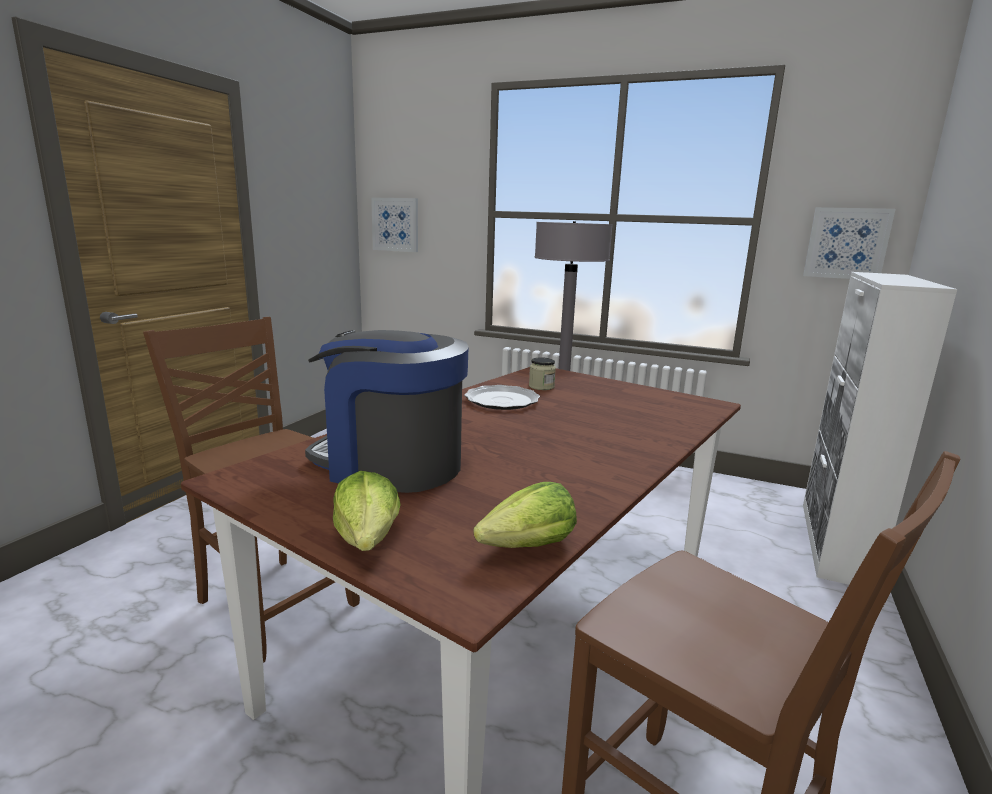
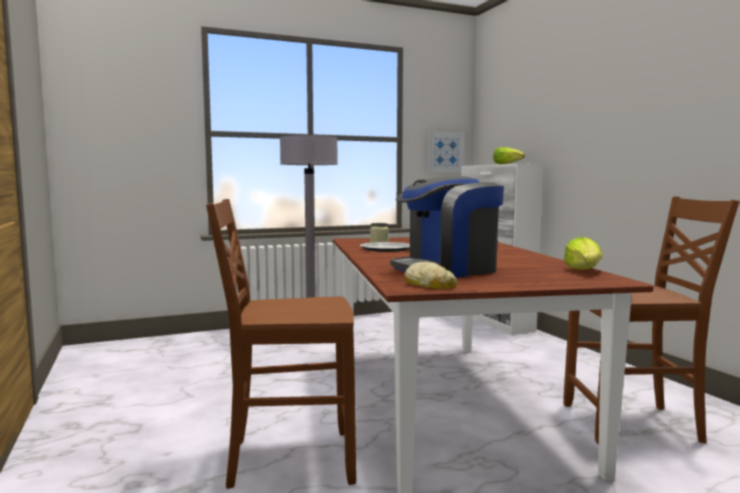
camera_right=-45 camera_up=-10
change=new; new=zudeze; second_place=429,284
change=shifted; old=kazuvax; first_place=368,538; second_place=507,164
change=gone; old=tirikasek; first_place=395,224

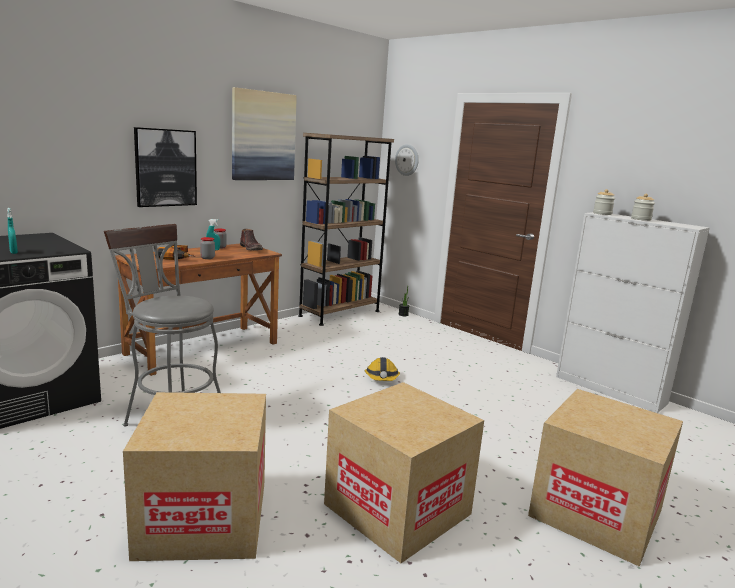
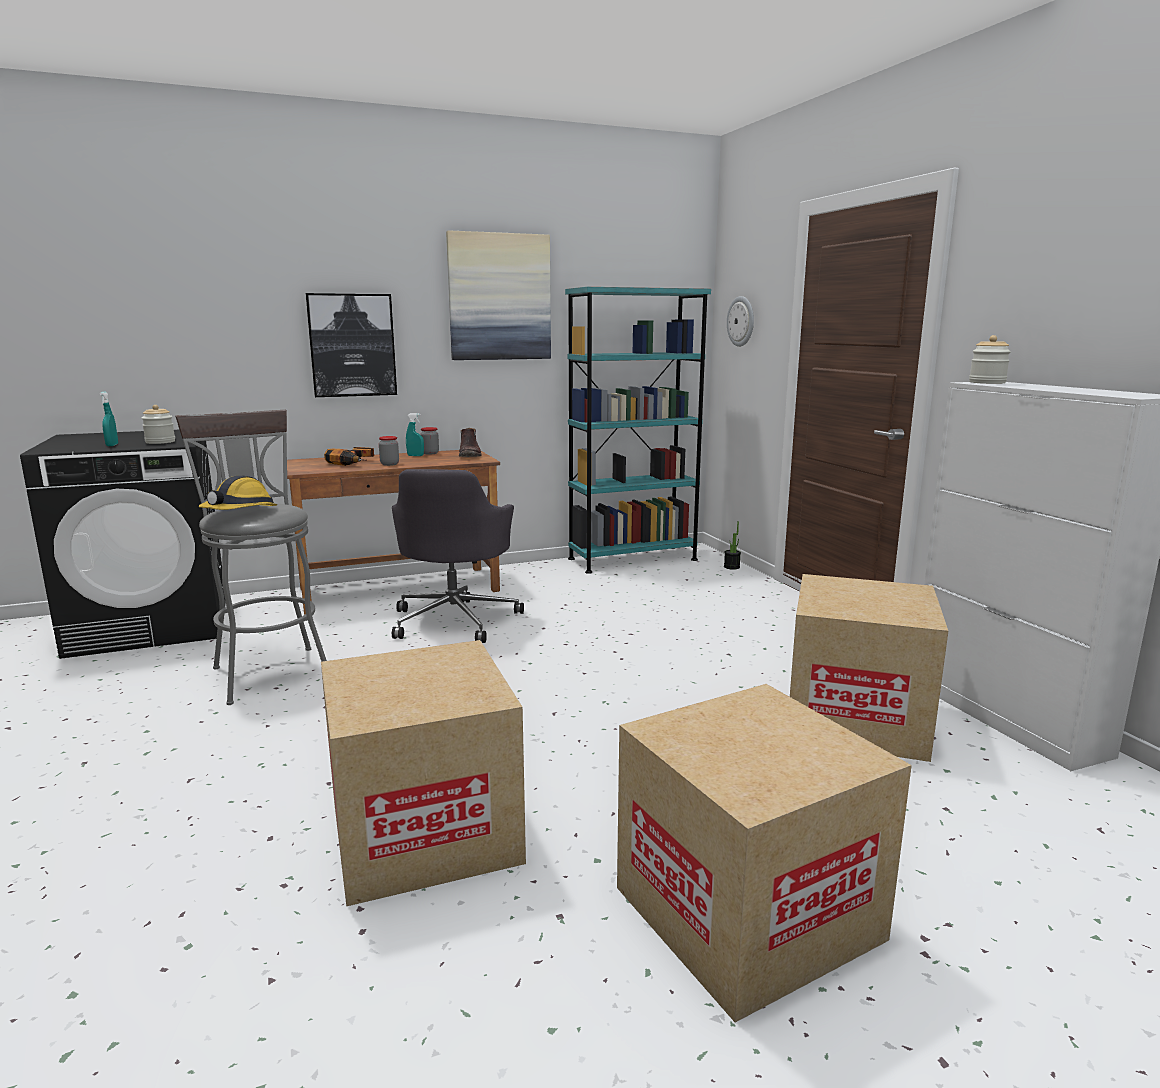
camera_right=25 camera_up=0
change=shifted; old=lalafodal; first_place=641,219; second_place=160,442
change=shifted; old=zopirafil; first_place=382,378; second_place=240,512
change=new; new=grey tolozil; second_place=455,620
change=repainted; old=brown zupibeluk; new=turquoise zupibeluk; first_place=340,313; second_place=632,559
change=shifted; old=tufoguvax; first_place=204,519; second_place=855,719

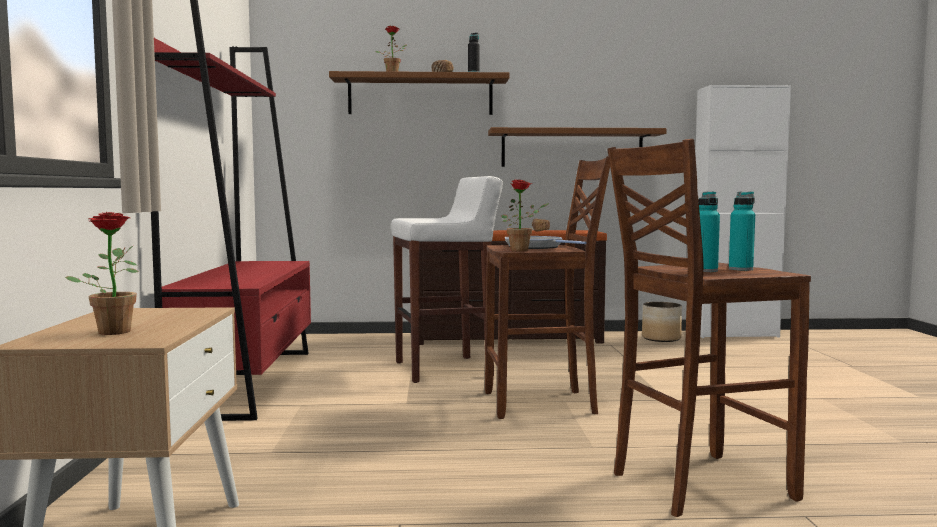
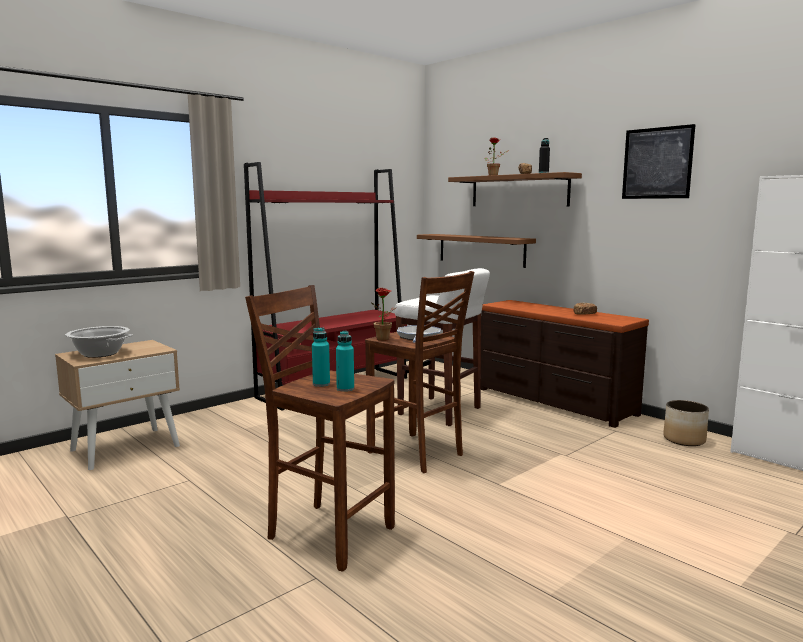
camera_right=50 camera_up=5
change=swapped; old=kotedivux; new=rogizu; first_place=113,331; second_place=100,353
change=shifted; old=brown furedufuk; first_place=572,148; second_place=481,250
change=new; new=tirikasek; second_place=657,163

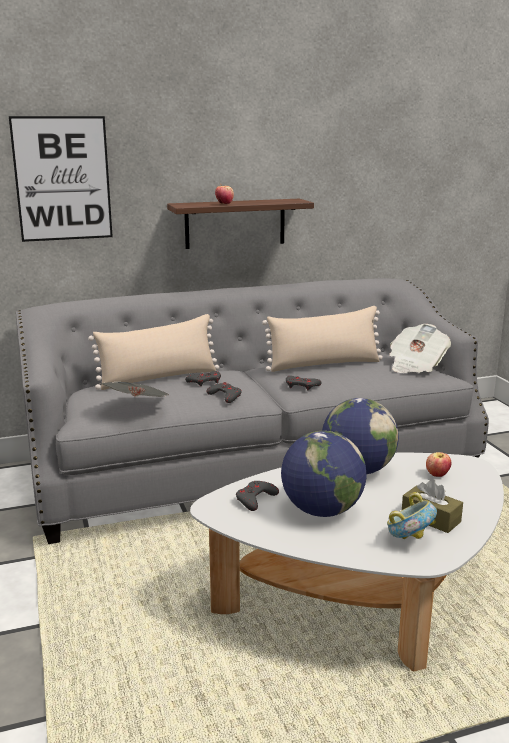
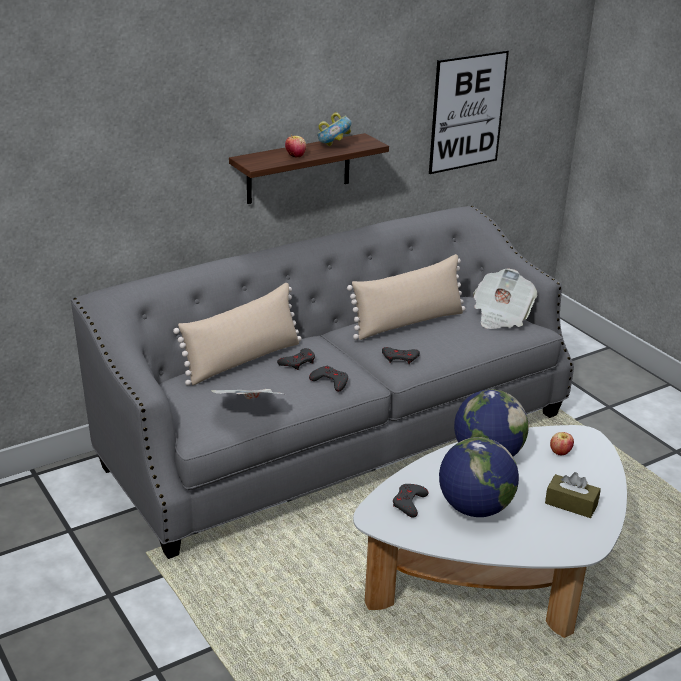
camera_right=-15 camera_up=10
change=shifted; old=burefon; first_place=409,540; second_place=333,146
change=shifted; old=tirikasek; first_place=62,179; second_place=467,112

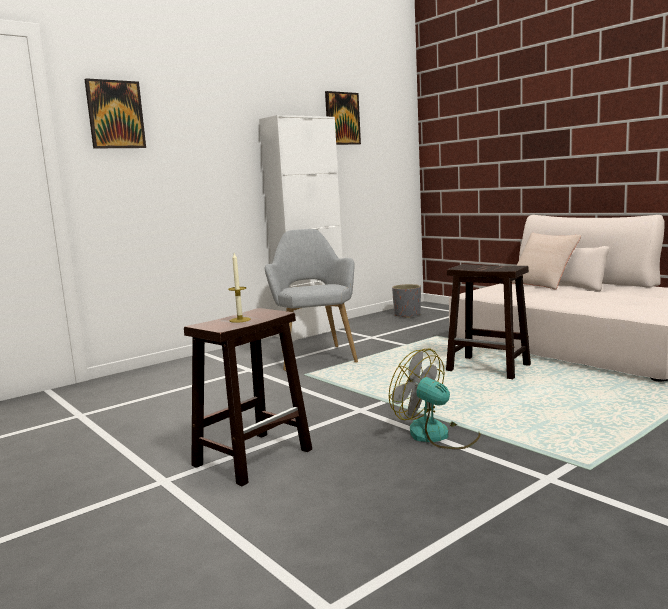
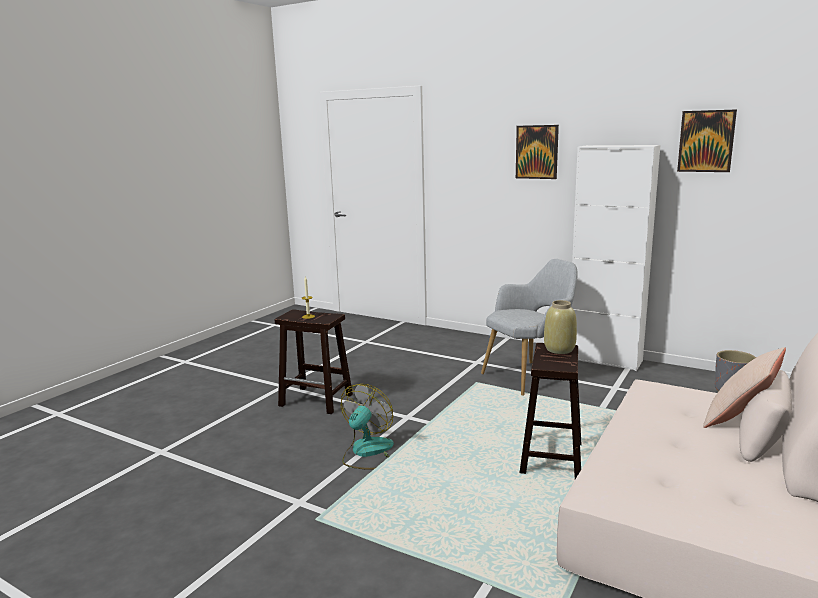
camera_right=70 camera_up=5
change=shifted; old=tirikasek; first_place=115,114; second_place=537,152
change=new; new=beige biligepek; second_place=560,350

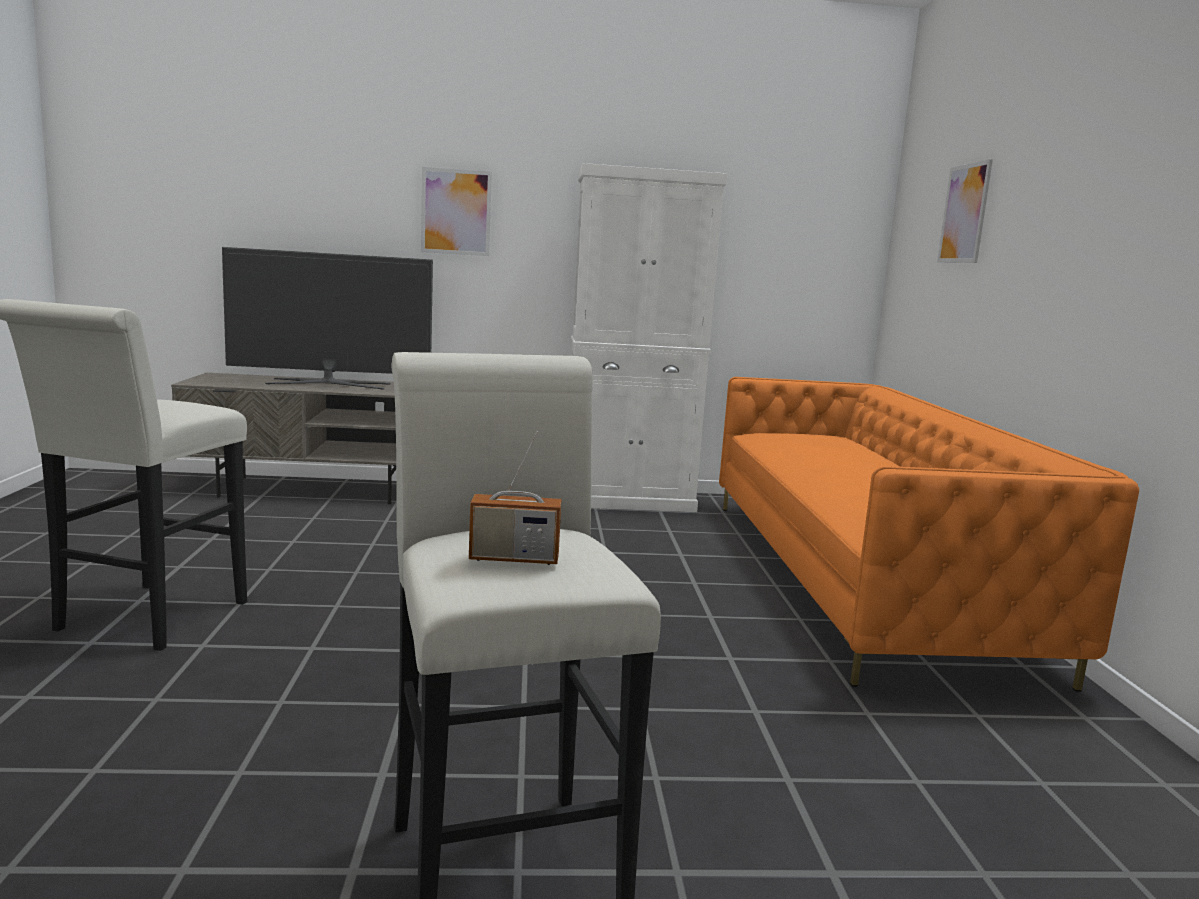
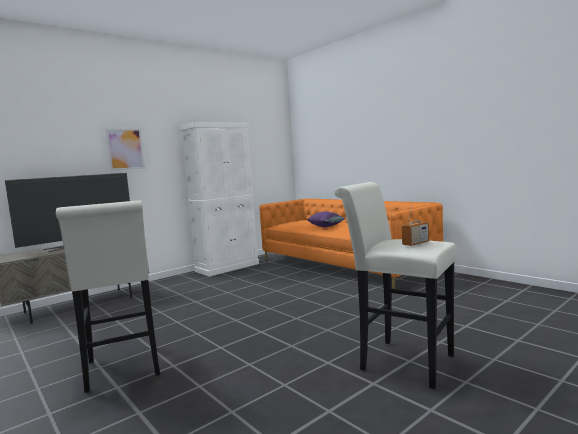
camera_right=-35 camera_up=-5
change=new; new=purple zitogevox; second_place=325,226
change=gone; old=tirikasek; first_place=964,213

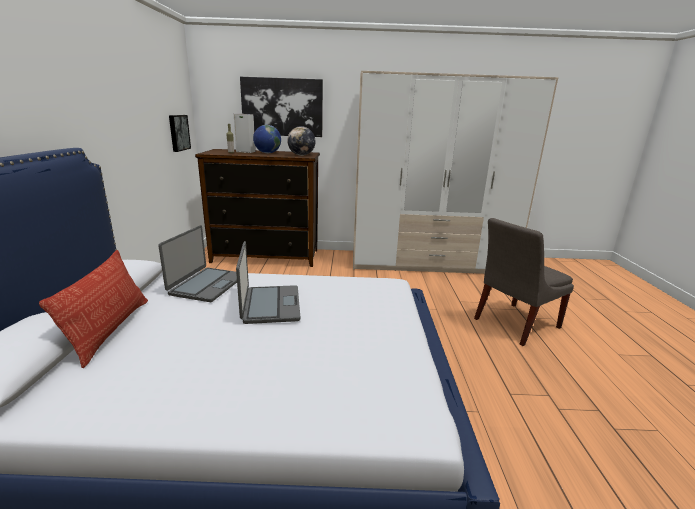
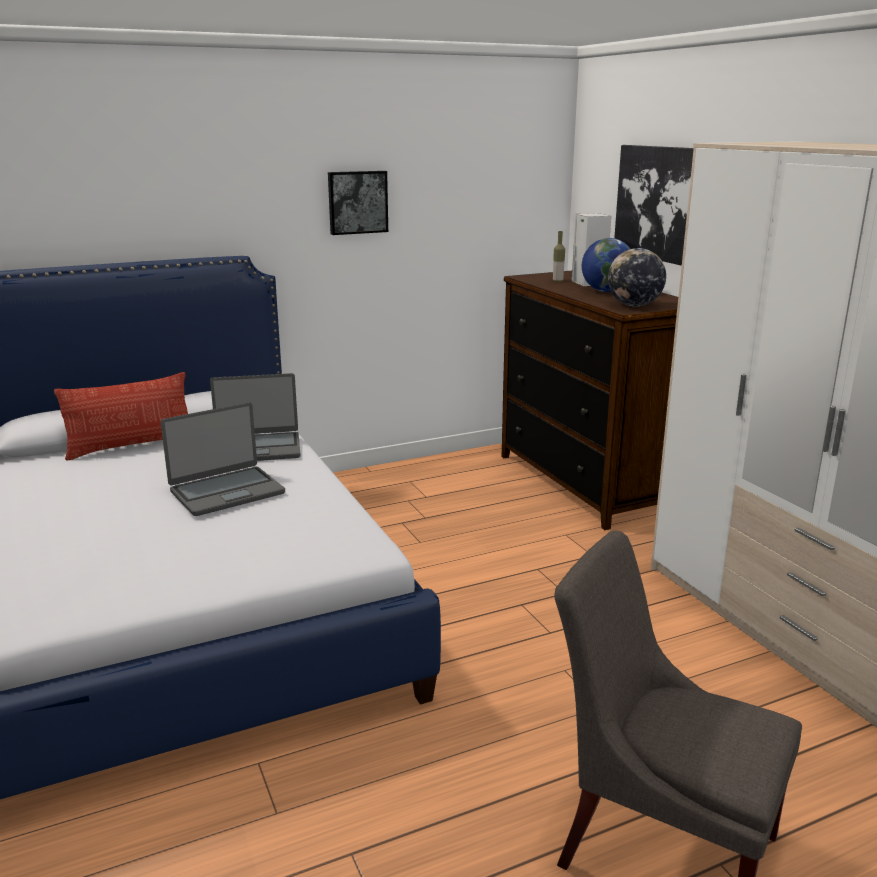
camera_right=65 camera_up=0
change=shifted; old=tirikasek; first_place=178,132; second_place=357,202

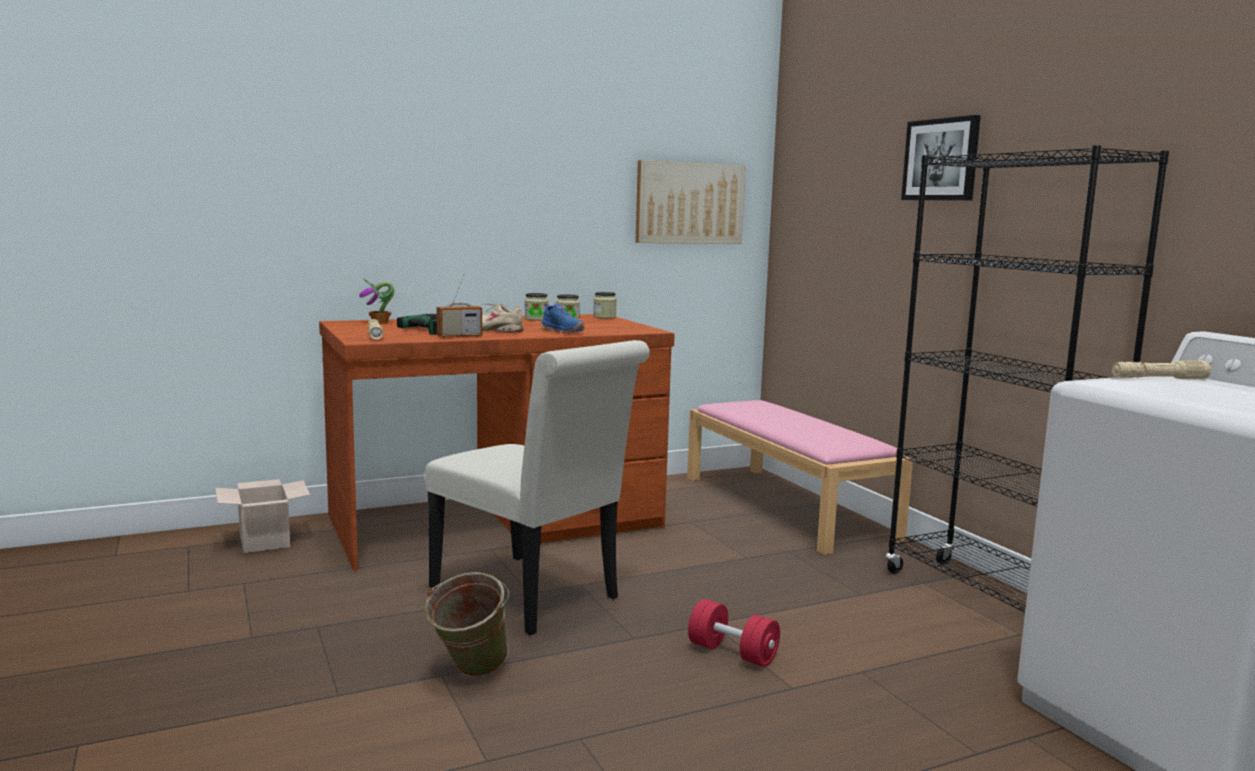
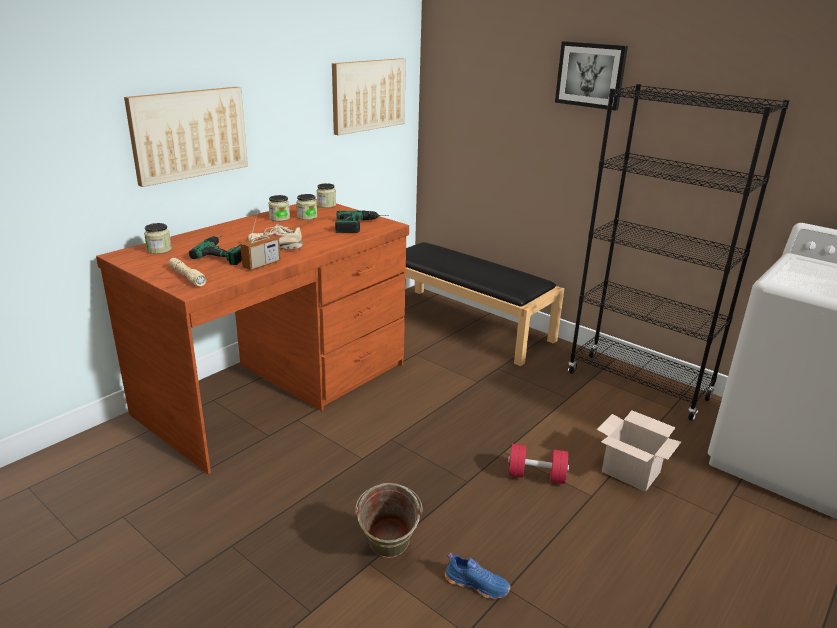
camera_right=-25 camera_up=15
change=new; new=tirikasek; second_place=189,134
change=swapped; old=kotedivux; new=lalafodal; first_place=380,323; second_place=159,250
change=new; new=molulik; second_place=362,225
change=repainted; old=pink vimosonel; new=black vimosonel; first_place=787,507; second_place=465,324
change=shifted; old=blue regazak; first_place=563,331; second_place=477,584
change=shifted; old=tufoguvax; first_place=266,541; second_place=632,472
change=gone; old=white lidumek; first_place=532,597
change=gone; old=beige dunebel; first_place=1159,379

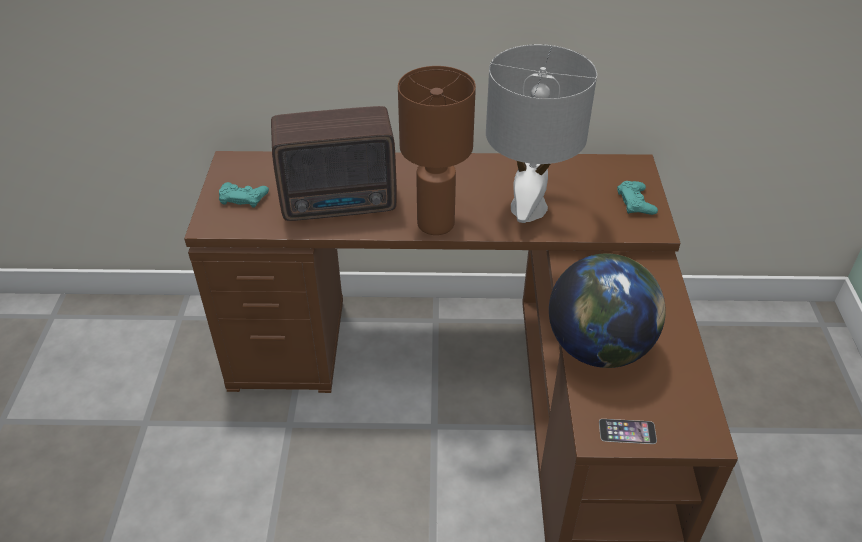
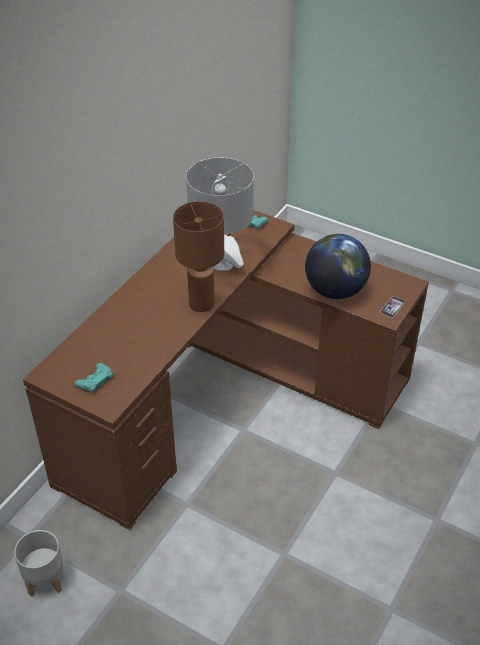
camera_right=-60 camera_up=0
change=new; new=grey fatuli; second_place=44,580
change=gone; old=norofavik; first_place=341,204

